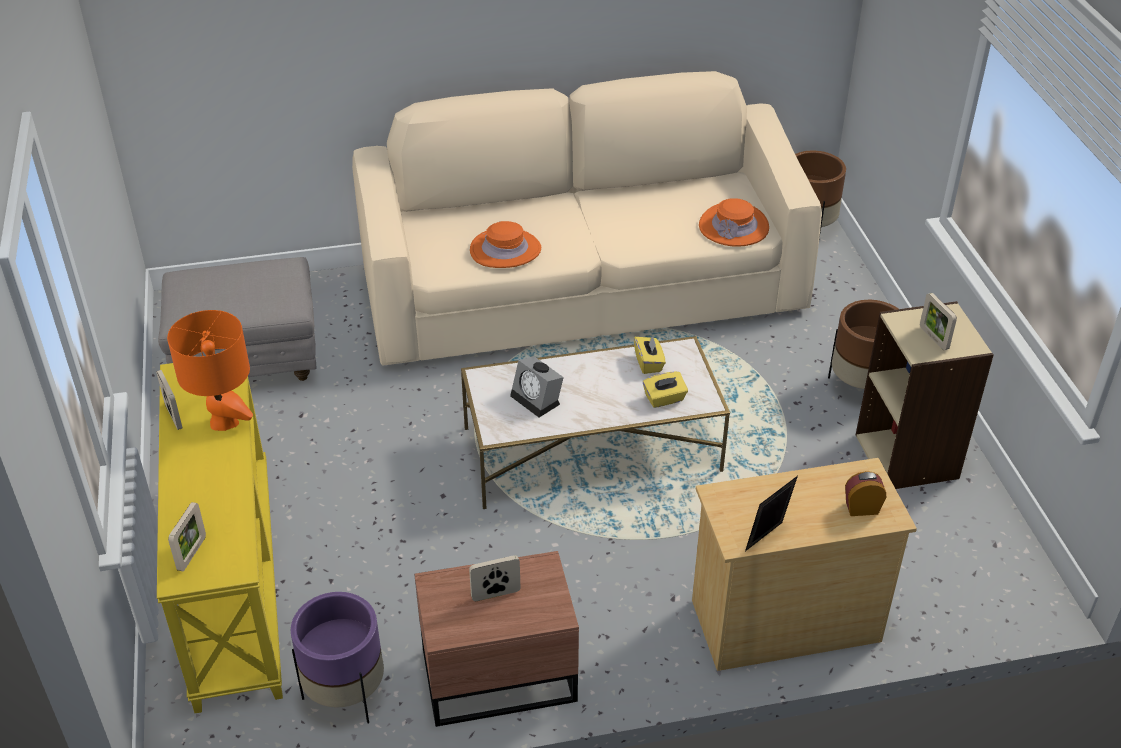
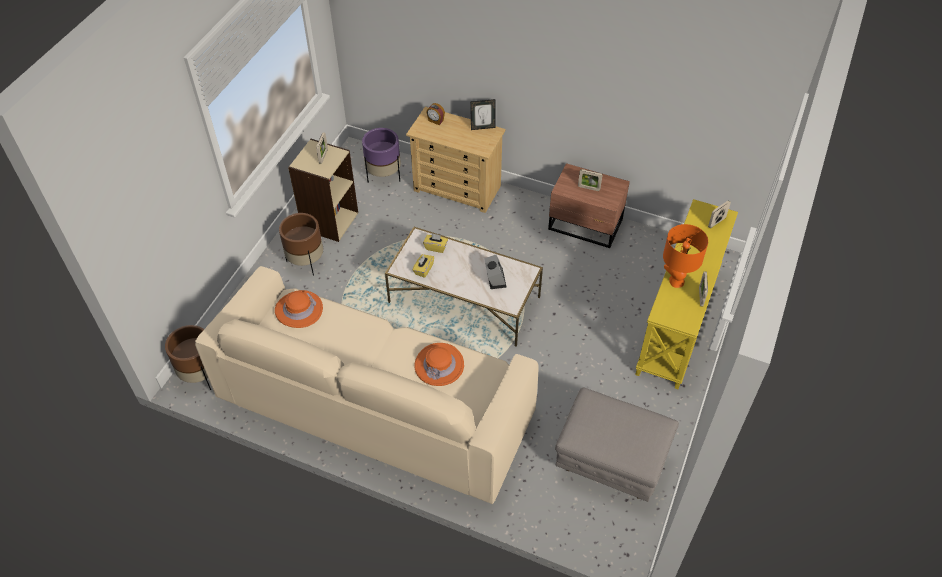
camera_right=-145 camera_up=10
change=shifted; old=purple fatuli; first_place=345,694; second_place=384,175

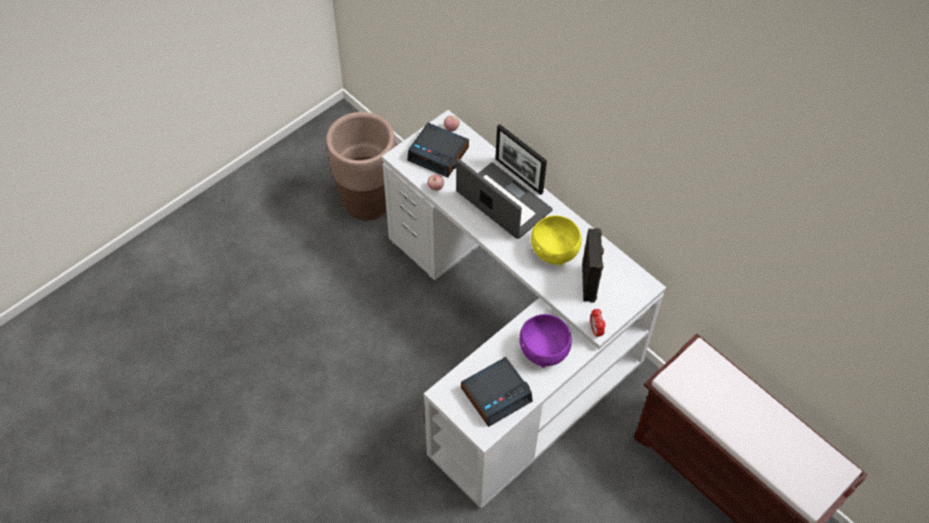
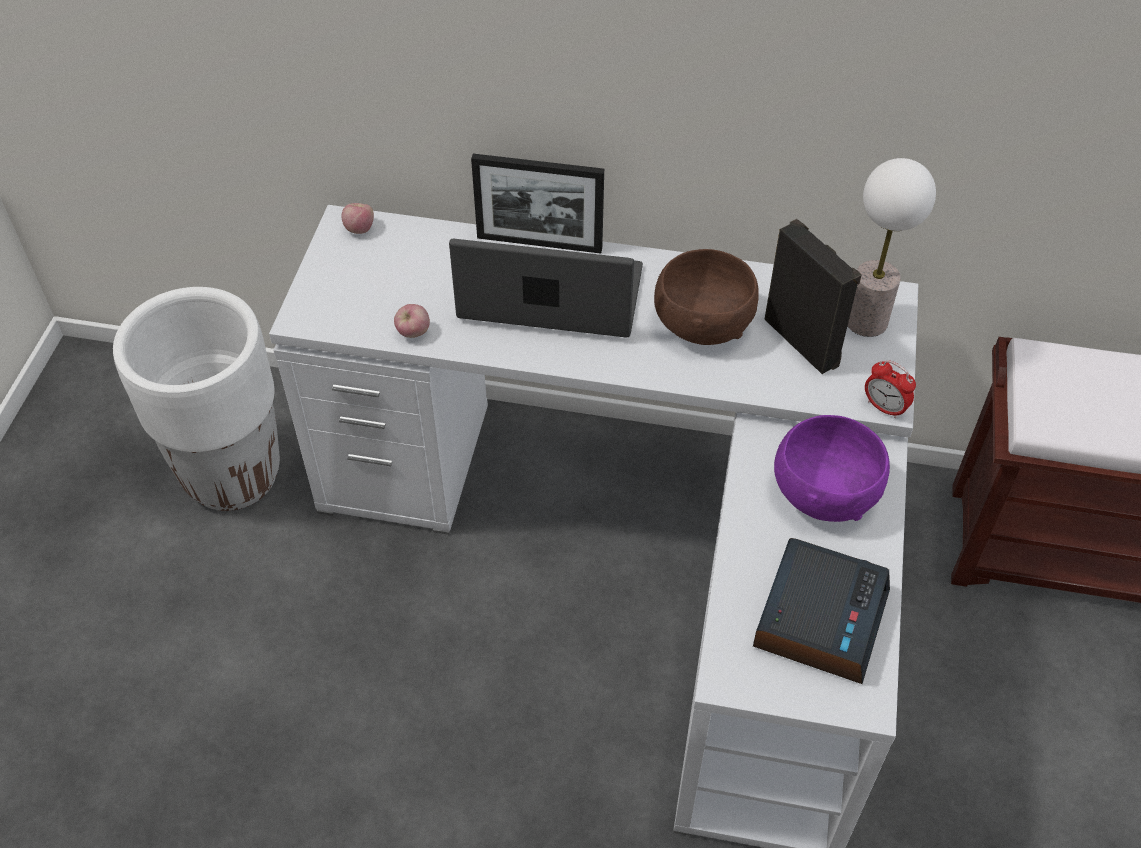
camera_right=-35 camera_up=-5
change=repainted; old=brown fatuli; new=white fatuli; first_place=367,203; second_place=233,475
change=repainted; old=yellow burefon; new=brown burefon; first_place=554,250; second_place=702,324
change=new; new=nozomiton; second_place=866,321
change=gone; old=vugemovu; first_place=439,154

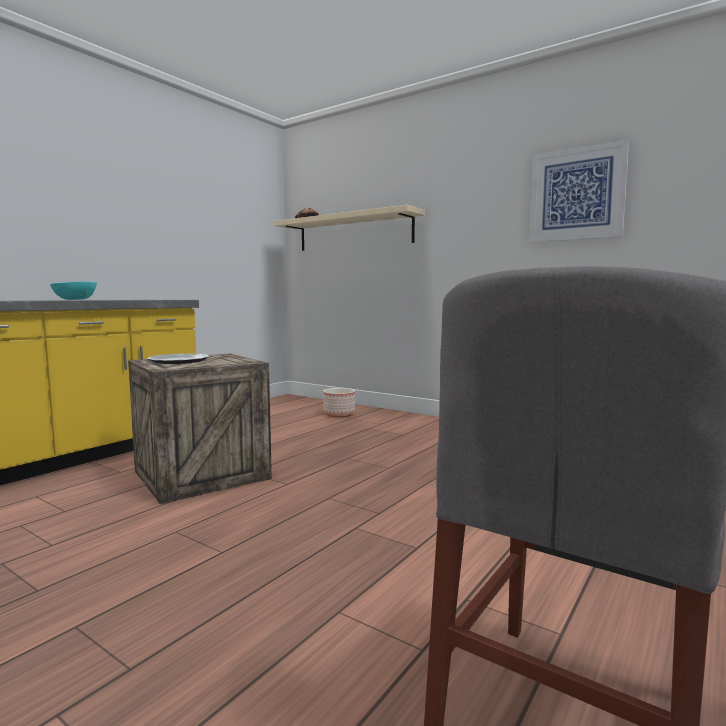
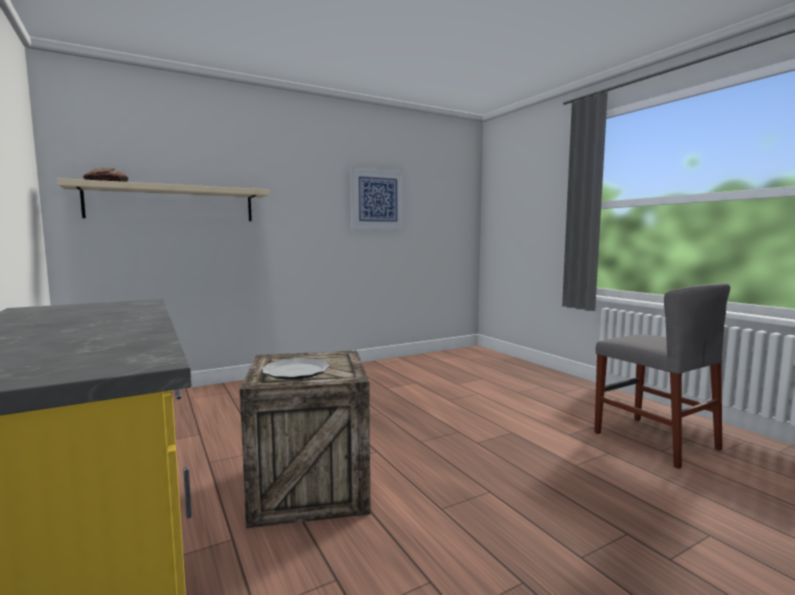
camera_right=-65 camera_up=0
change=gone; old=turquoise burefon; first_place=76,299
change=gone; old=fatuli; first_place=339,414

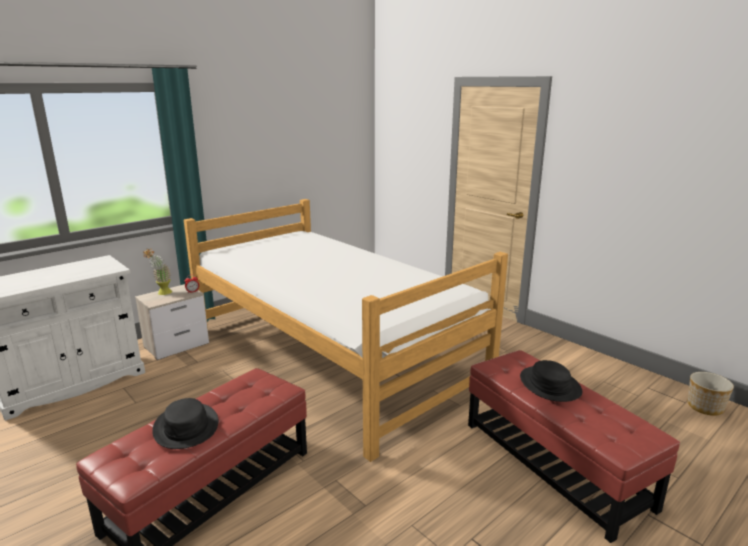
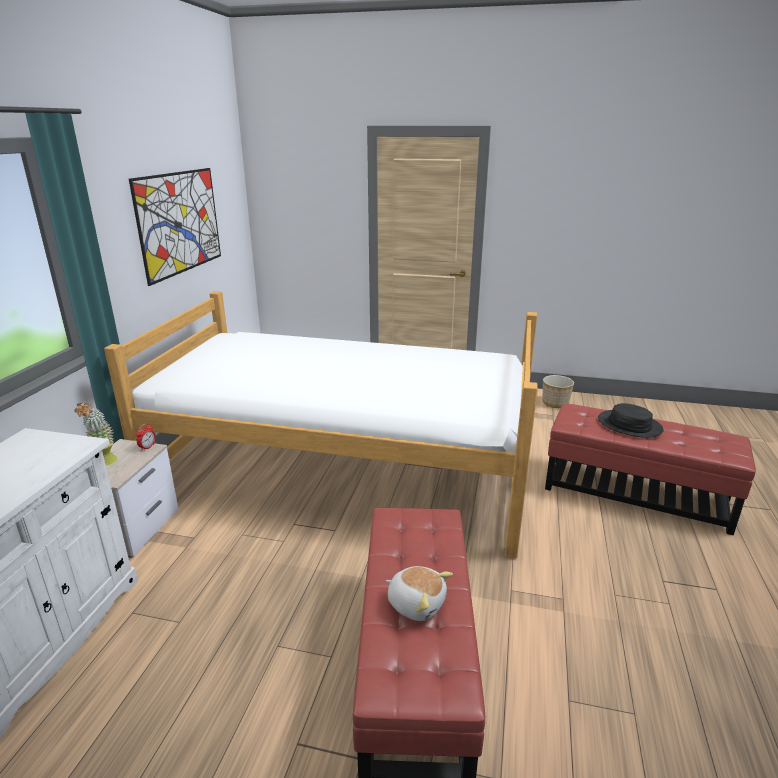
camera_right=-35 camera_up=5
change=new; new=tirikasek; second_place=180,222
change=swapped; old=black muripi; new=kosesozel; first_place=186,427; second_place=416,603
change=shifted; old=fatuli; first_place=704,407; second_place=555,403

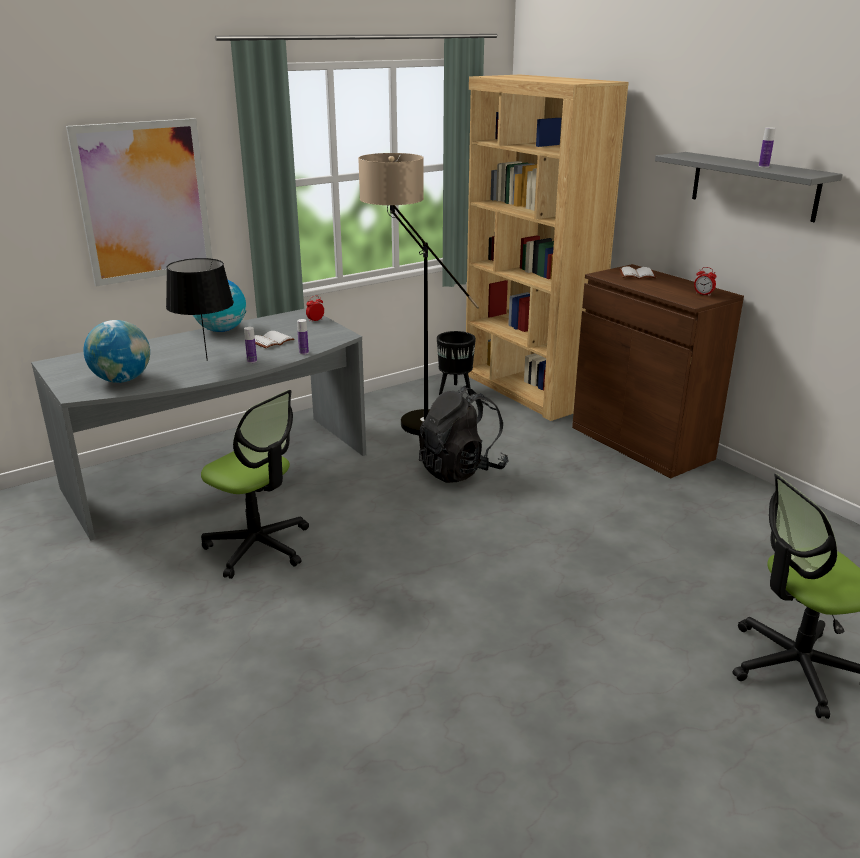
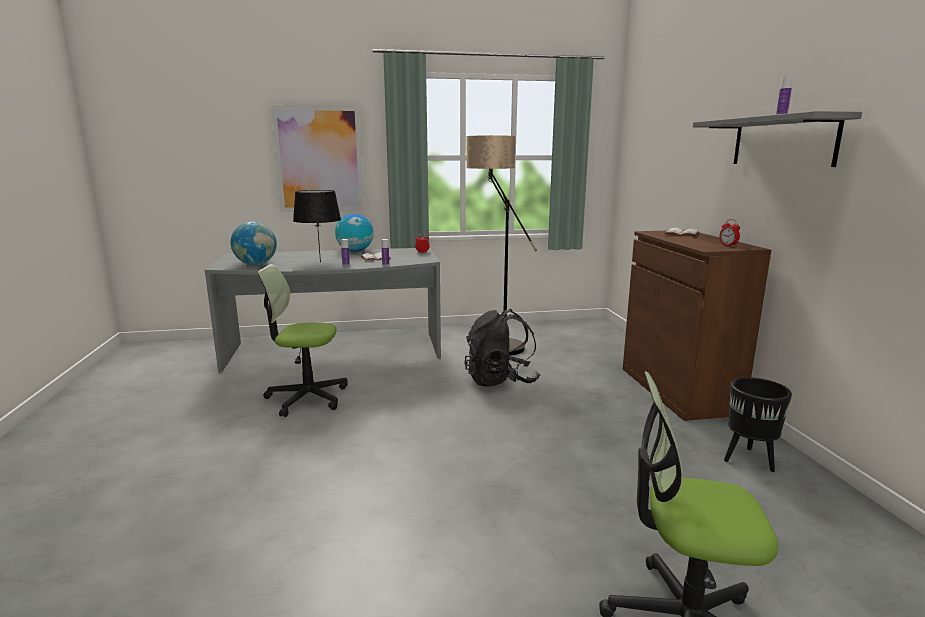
camera_right=25 camera_up=-10
change=rotated; old=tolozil; first_place=258,547; second_place=307,397; degrees=120
change=shifted; old=black fatuli; first_place=455,391; second_place=749,460
change=gone; old=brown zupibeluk; first_place=527,390

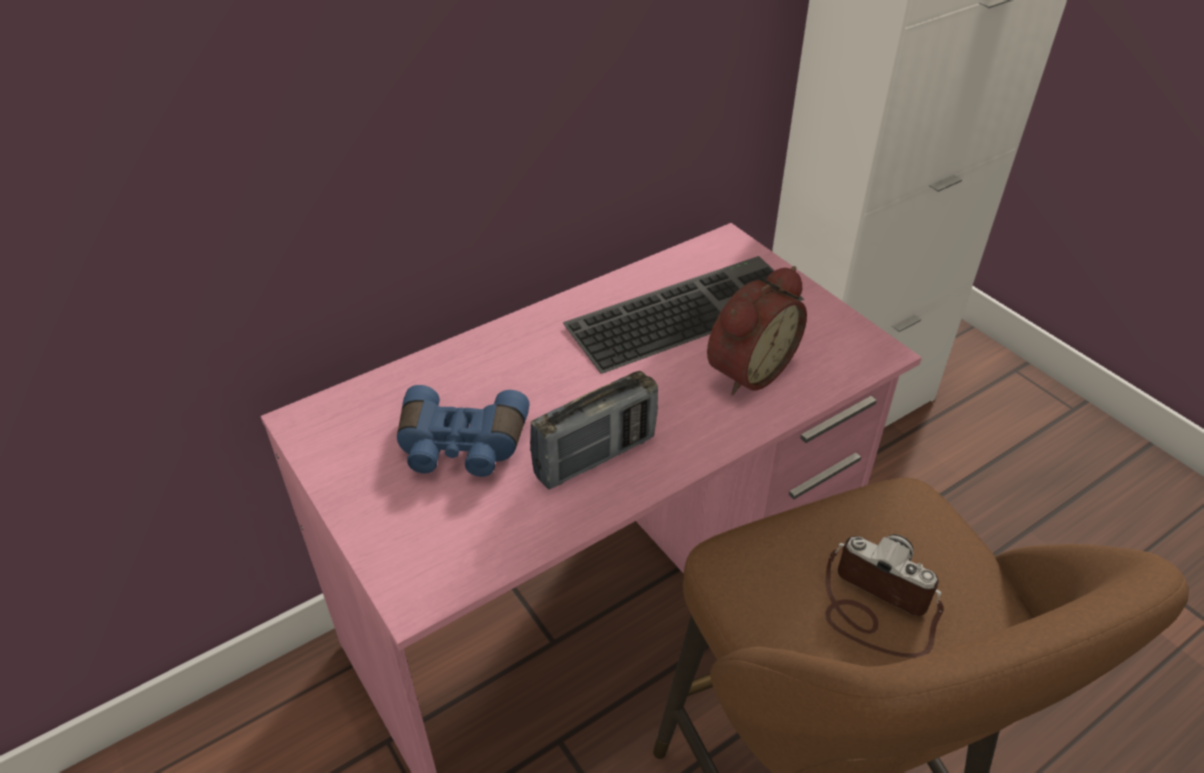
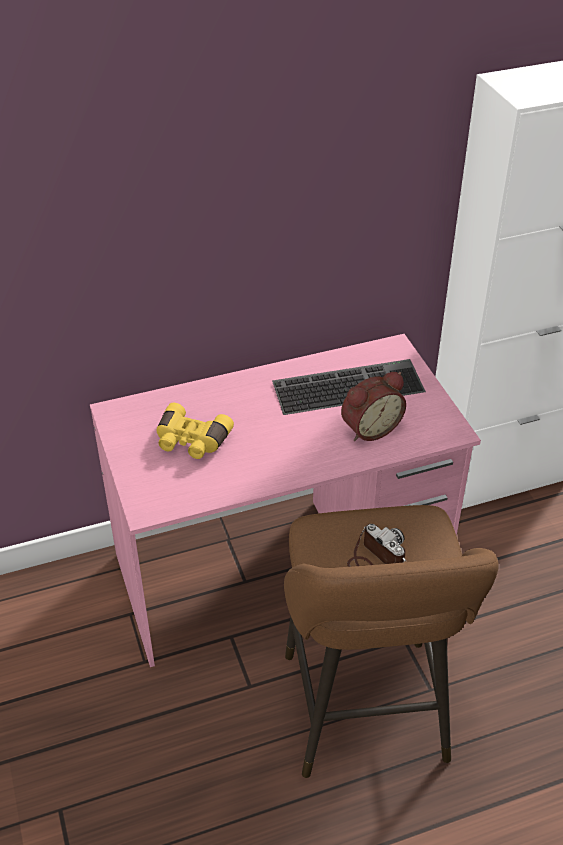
camera_right=15 camera_up=0
change=repainted; old=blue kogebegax; new=yellow kogebegax; first_place=460,447; second_place=191,441
change=gone; old=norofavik; first_place=595,457

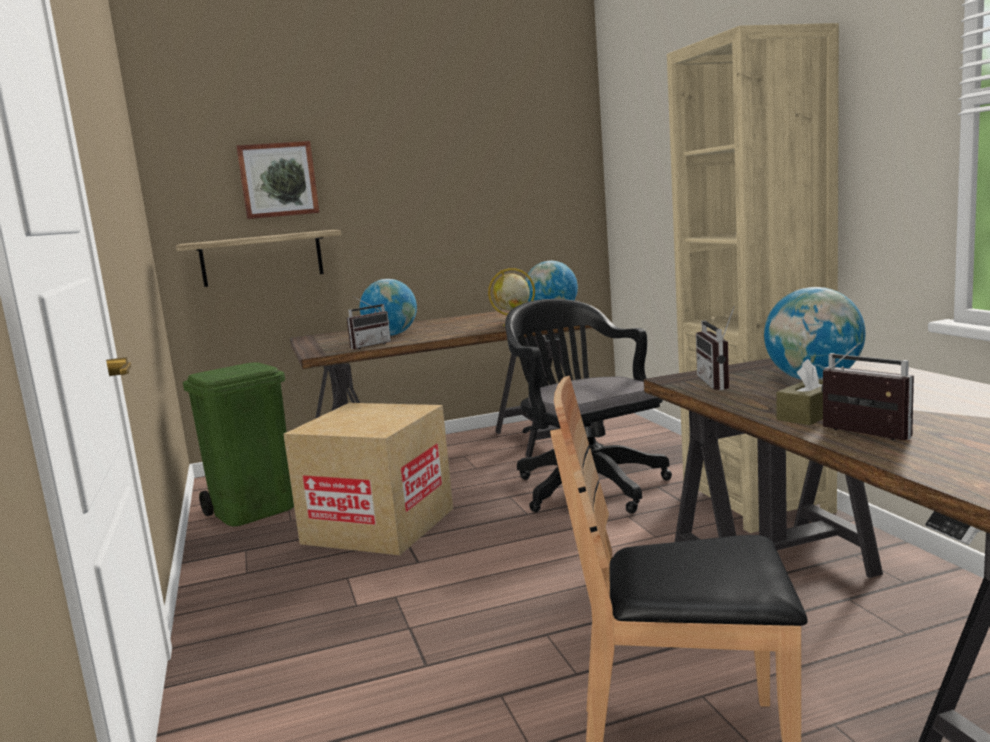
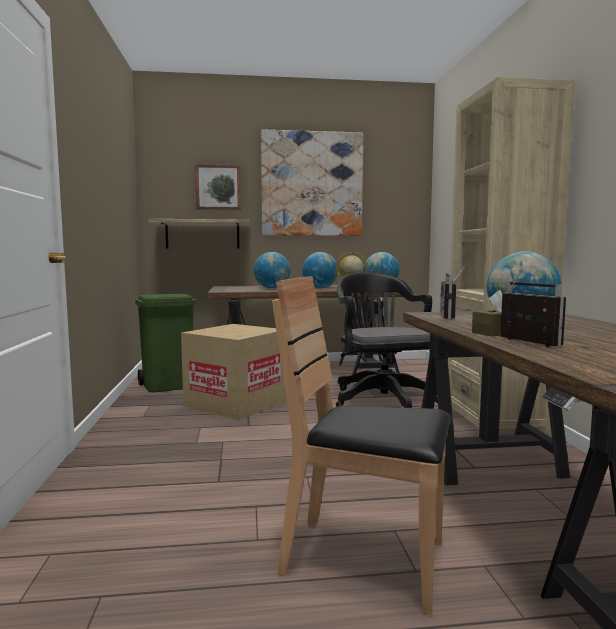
camera_right=10 camera_up=-5
change=new; new=tirikasek; second_place=312,184
change=new; new=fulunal; second_place=320,288
change=gone; old=norofavik; first_place=368,345

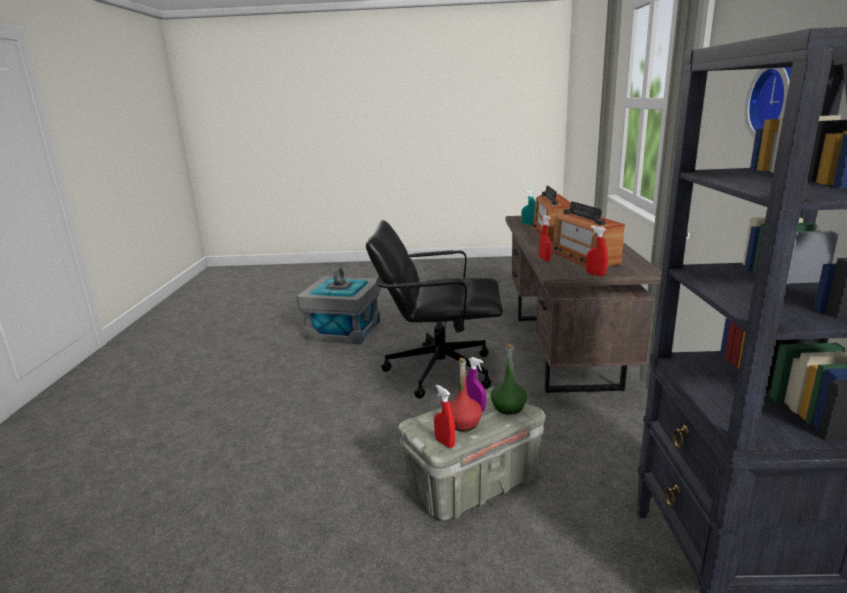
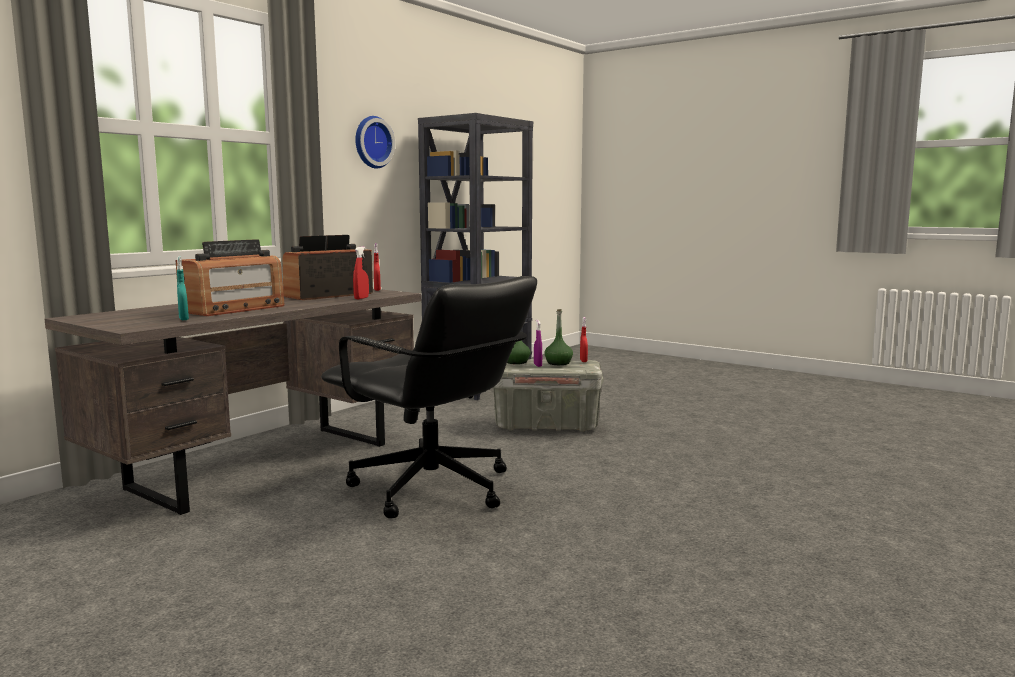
camera_right=-145 camera_up=-10
change=rotated; old=norofavik; first_place=584,257; second_place=329,295; degrees=-150
change=repainted; old=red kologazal; new=green kologazal; first_place=463,423; second_place=558,363
change=gone; old=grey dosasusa; first_place=343,330

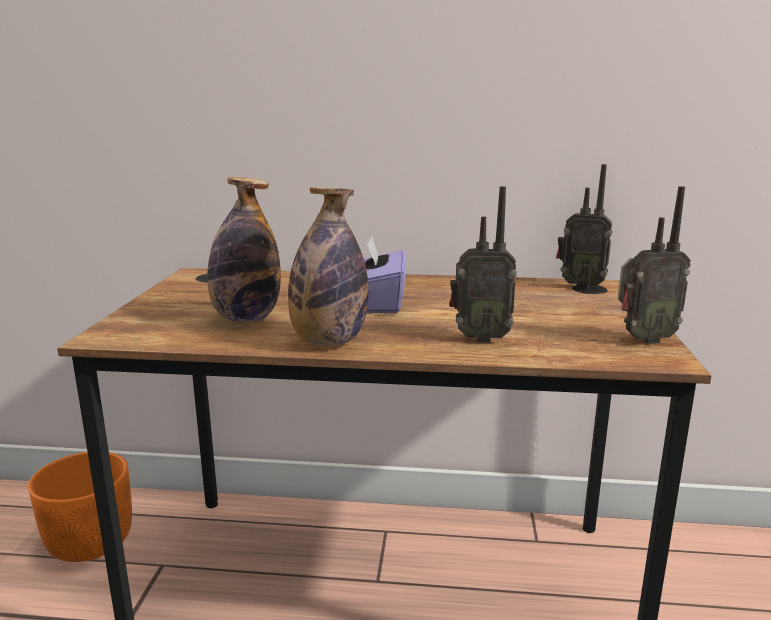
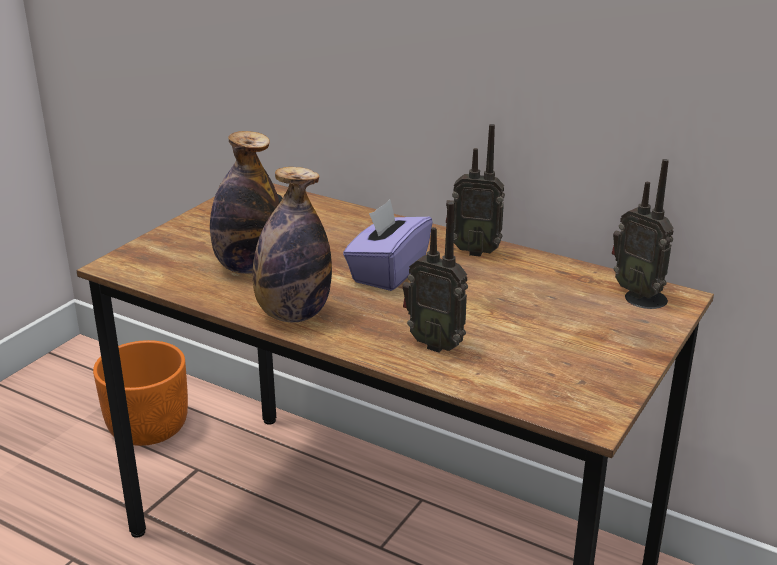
camera_right=25 camera_up=10
change=shifted; old=norofavik; first_place=643,339; second_place=473,250

